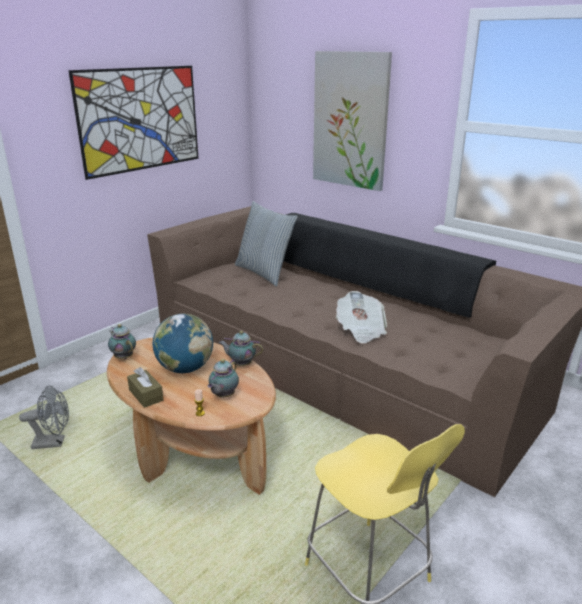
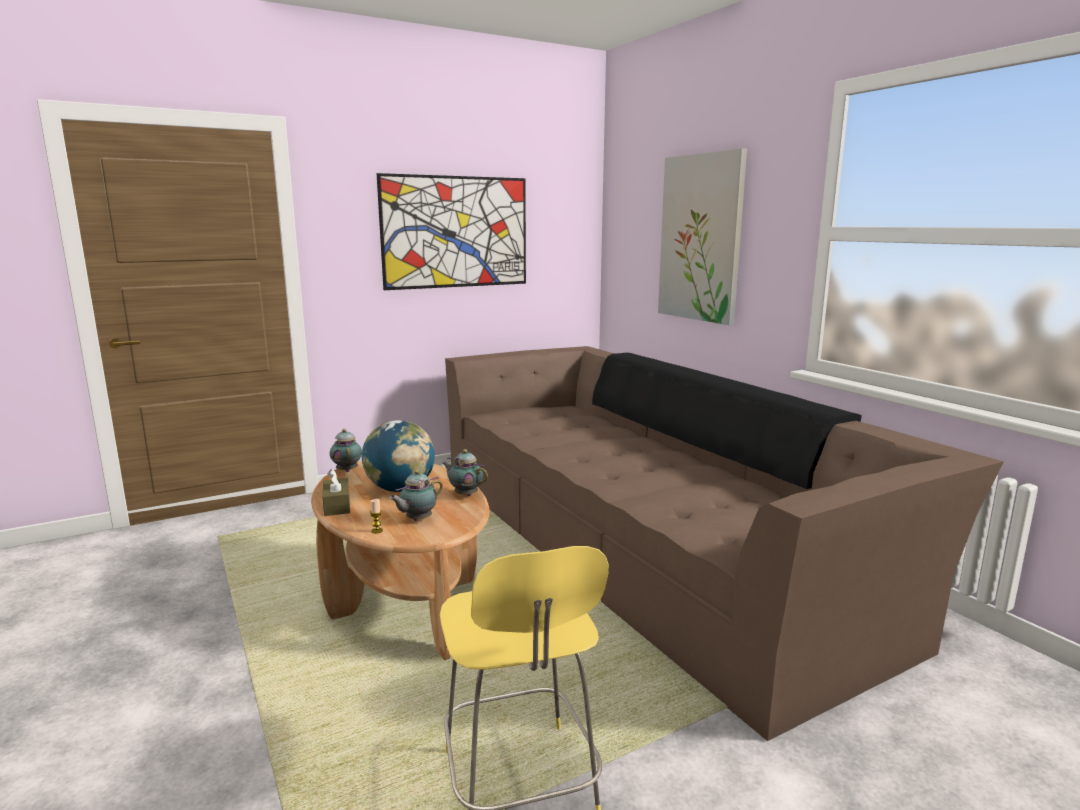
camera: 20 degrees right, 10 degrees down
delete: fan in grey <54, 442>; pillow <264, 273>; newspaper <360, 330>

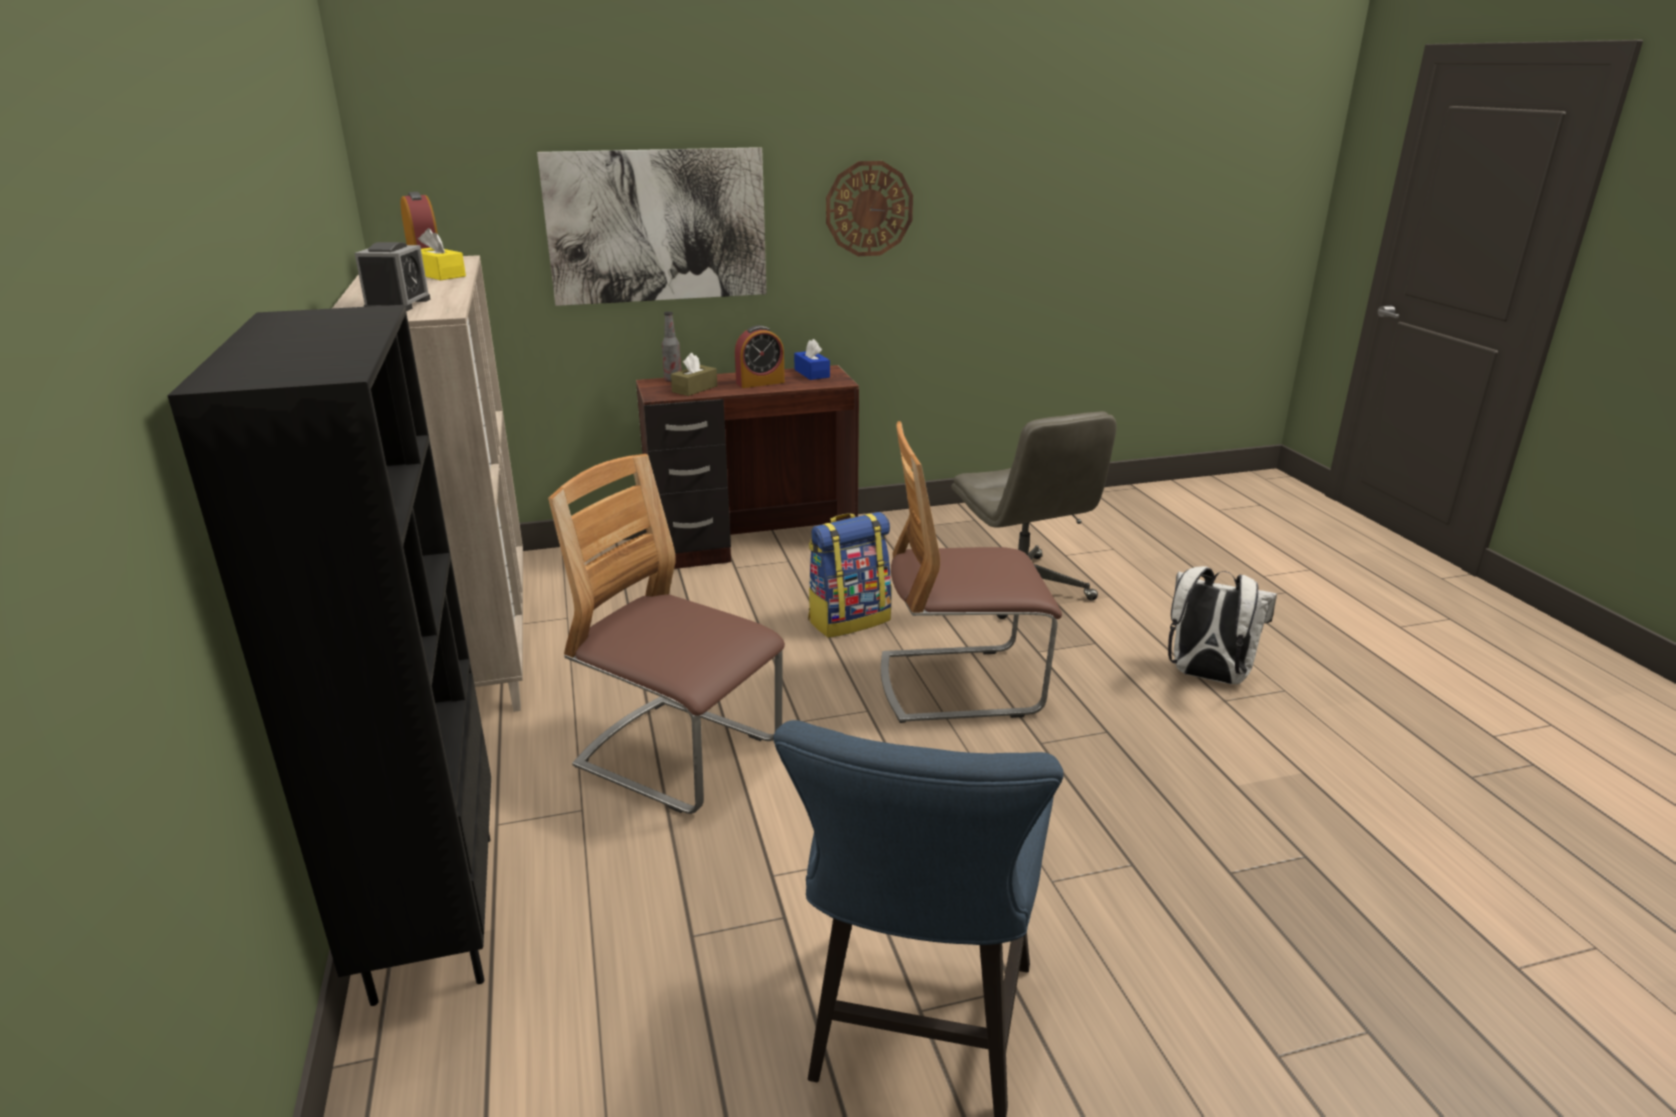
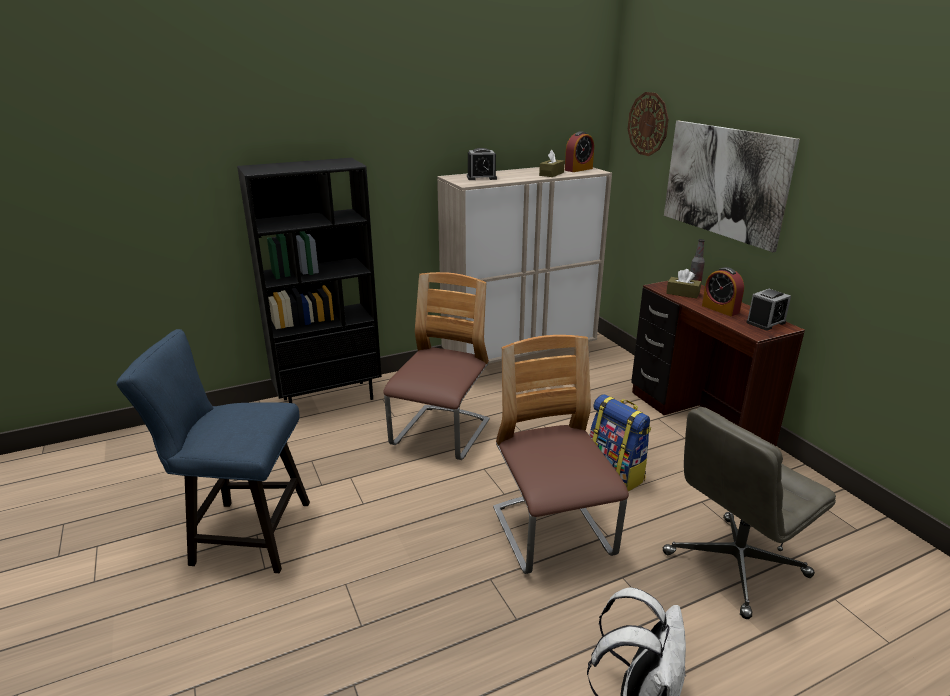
camera: 80 degrees right, 0 degrees up
move: wall clock <869, 209> to <648, 124>
replace: tissue box in blue <812, 373> to alarm clock <765, 322>
recolor: tissue box in yellow <439, 275> to tissue box in brown <551, 174>

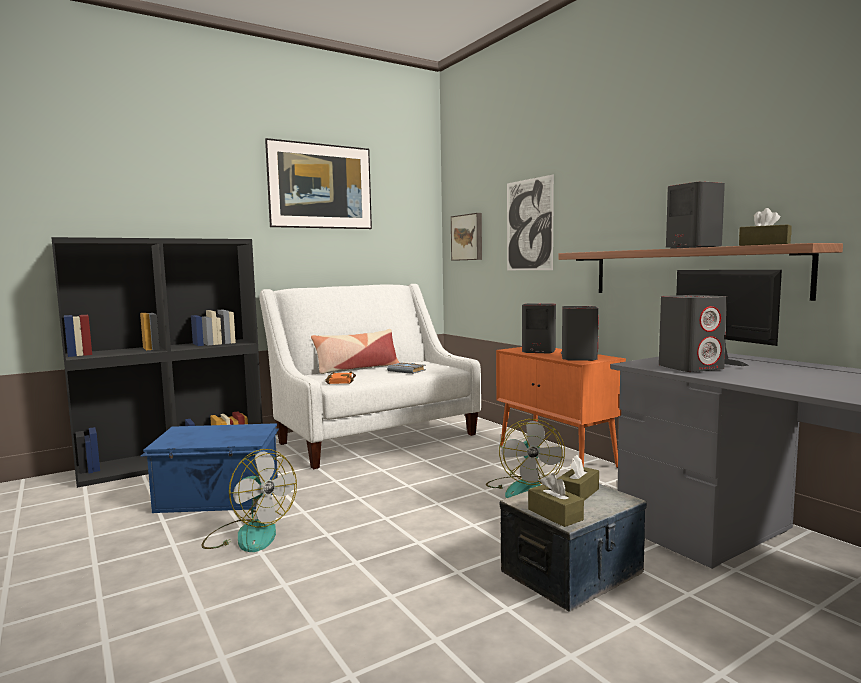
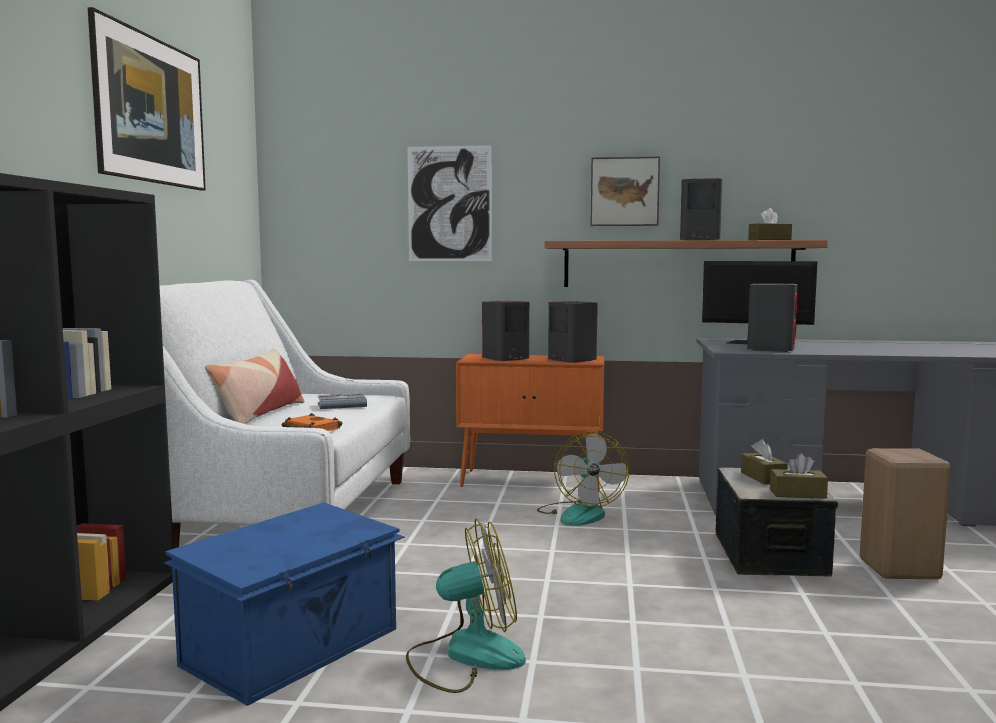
camera: 50 degrees left, 0 degrees up
insert: stool in beige <898, 570>
move: picture <468, 237> to <624, 192>
rotate: fan <522, 488> = <580, 513> 45 degrees clockwise

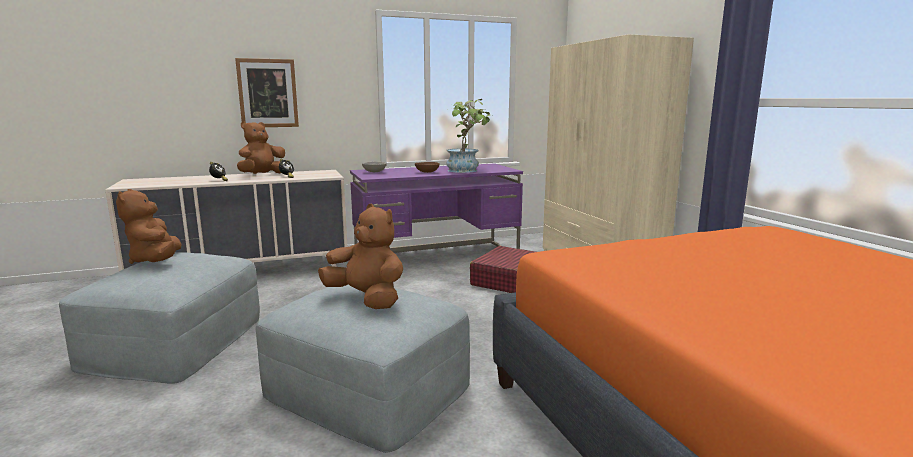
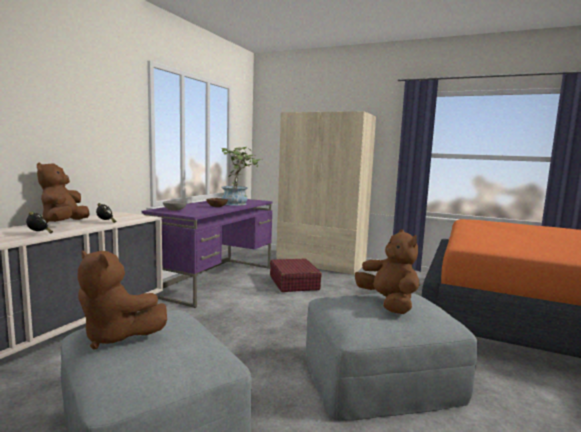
camera: 45 degrees left, 5 degrees down
delete: picture <268, 93>
rotate: plush toy in brown <367, 299> = <388, 303> 75 degrees clockwise

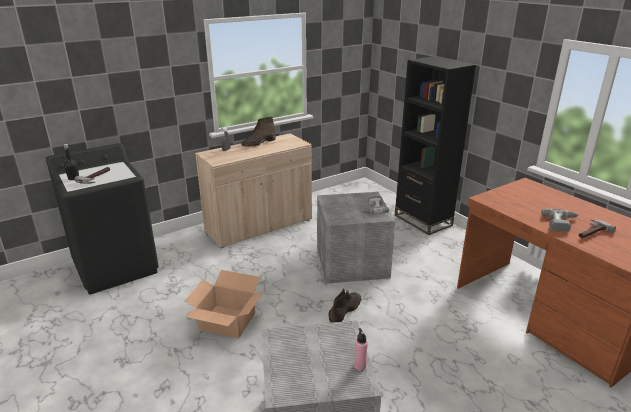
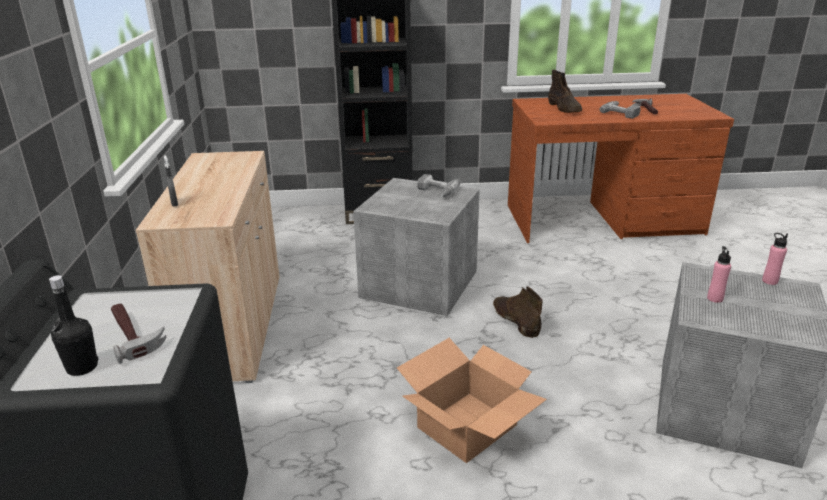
camera: 60 degrees left, 0 degrees up
insert: bottle in pink <715, 298>
move: boot in brown <258, 143> to <564, 108>

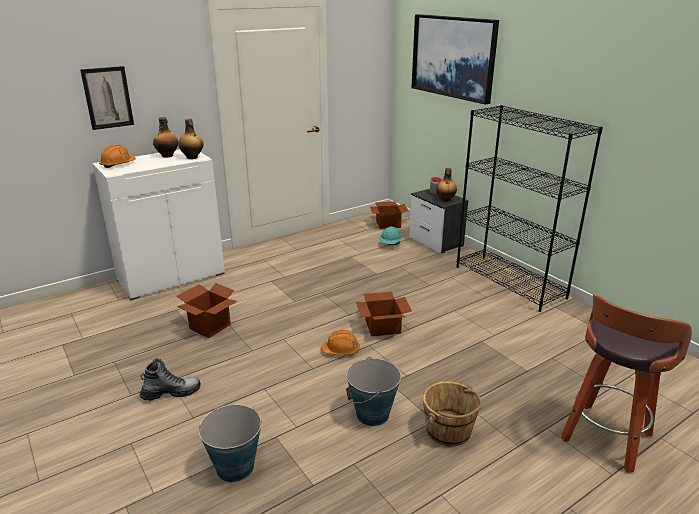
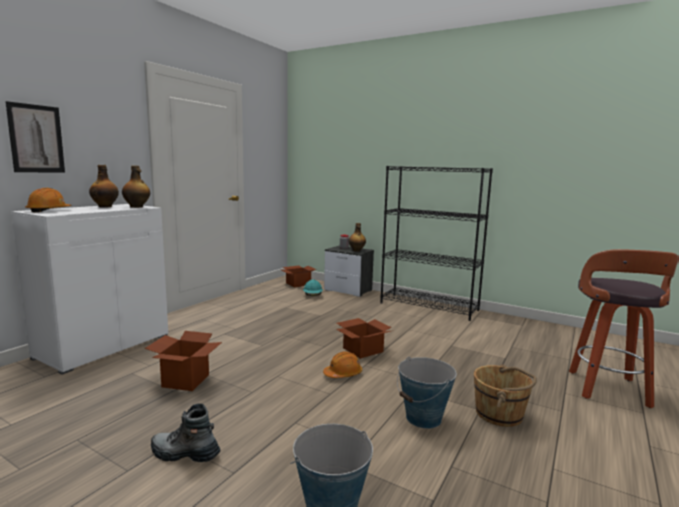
camera: 25 degrees left, 15 degrees down
delete: picture <453, 57>
rotate: boot <171, 393> = <184, 454> 120 degrees counterclockwise

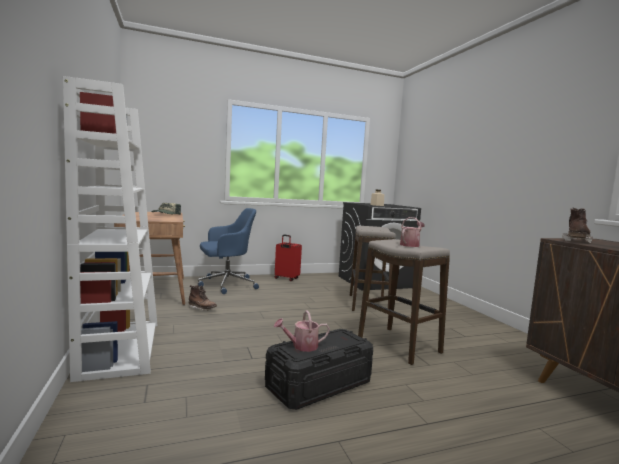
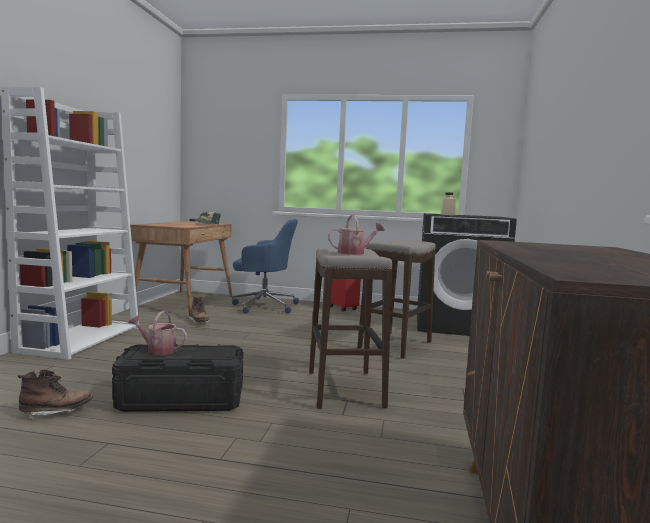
camera: 30 degrees right, 0 degrees up
move: boot in brown <576, 241> to <56, 412>

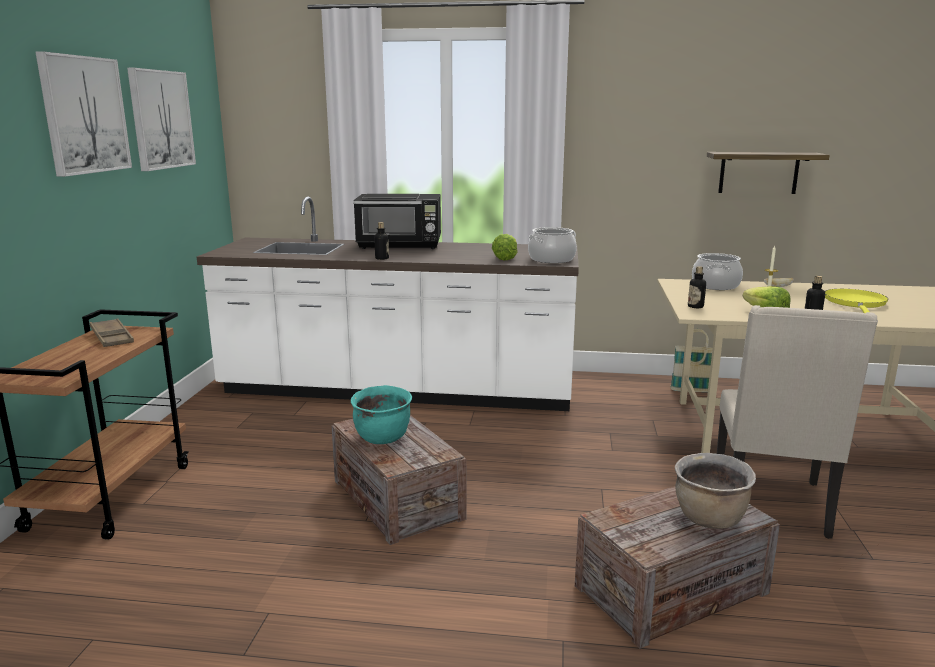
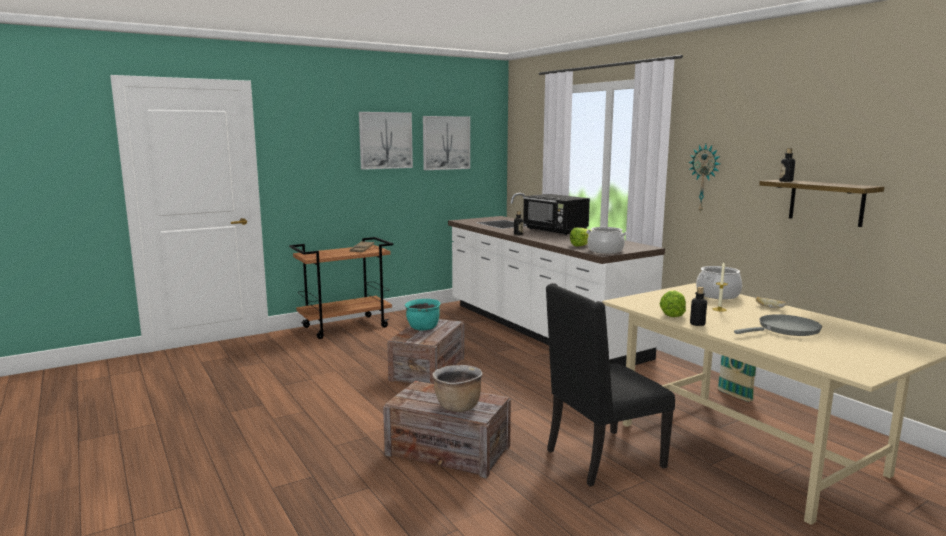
camera: 50 degrees right, 5 degrees down
insert: wall clock <704, 178>
move: bottle <695, 306> to <786, 181>
recolor: chair in beige <772, 505> to chair in black <602, 459>; frying pan in yellow <855, 303> to frying pan in grey <785, 329>

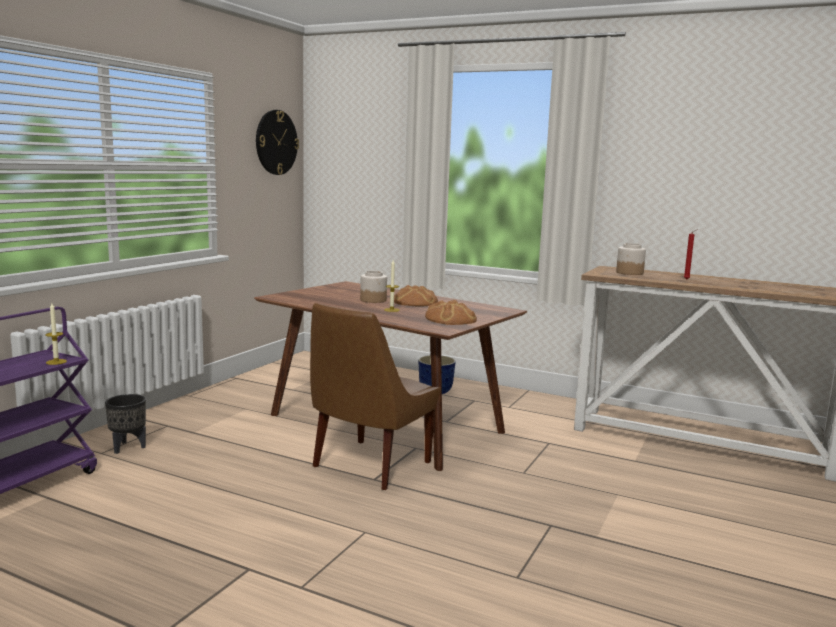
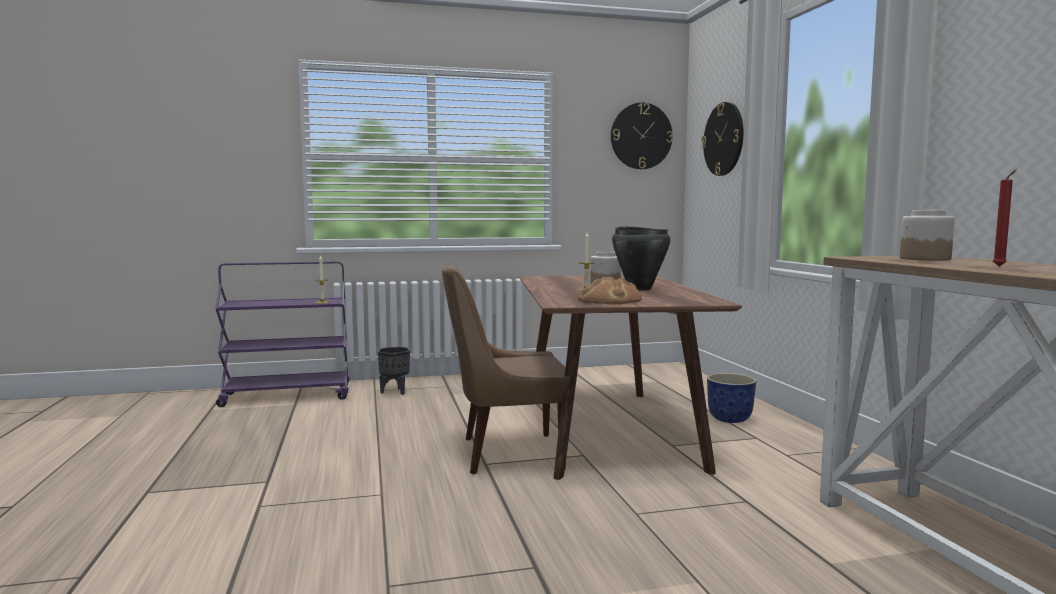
camera: 50 degrees right, 5 degrees down
insert: wall clock <723, 139>
replace: bread <415, 302> to cooking pot in black <639, 289>

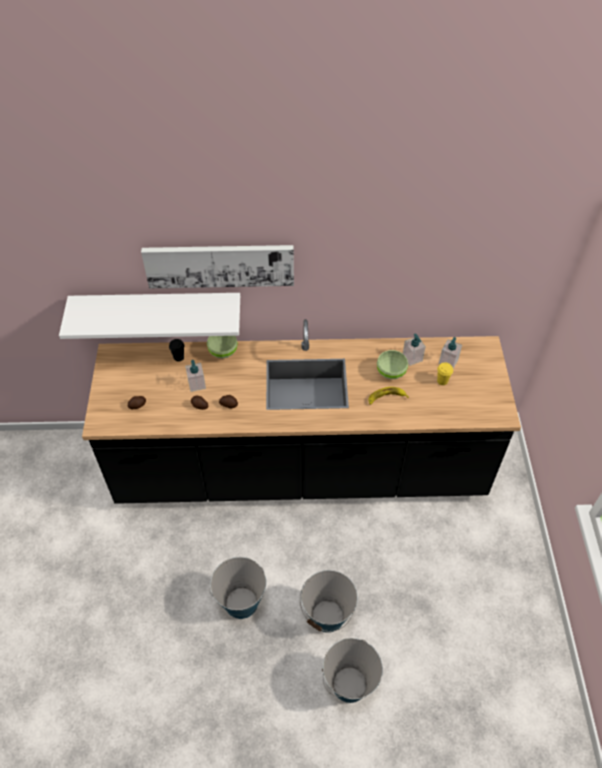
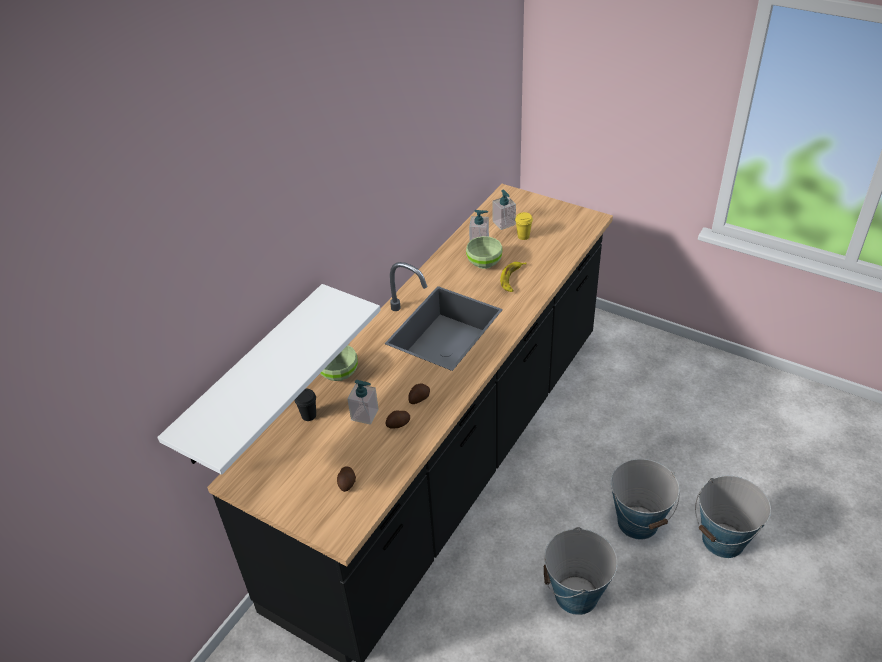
camera: 55 degrees left, 10 degrees down
delete: picture <219, 264>

